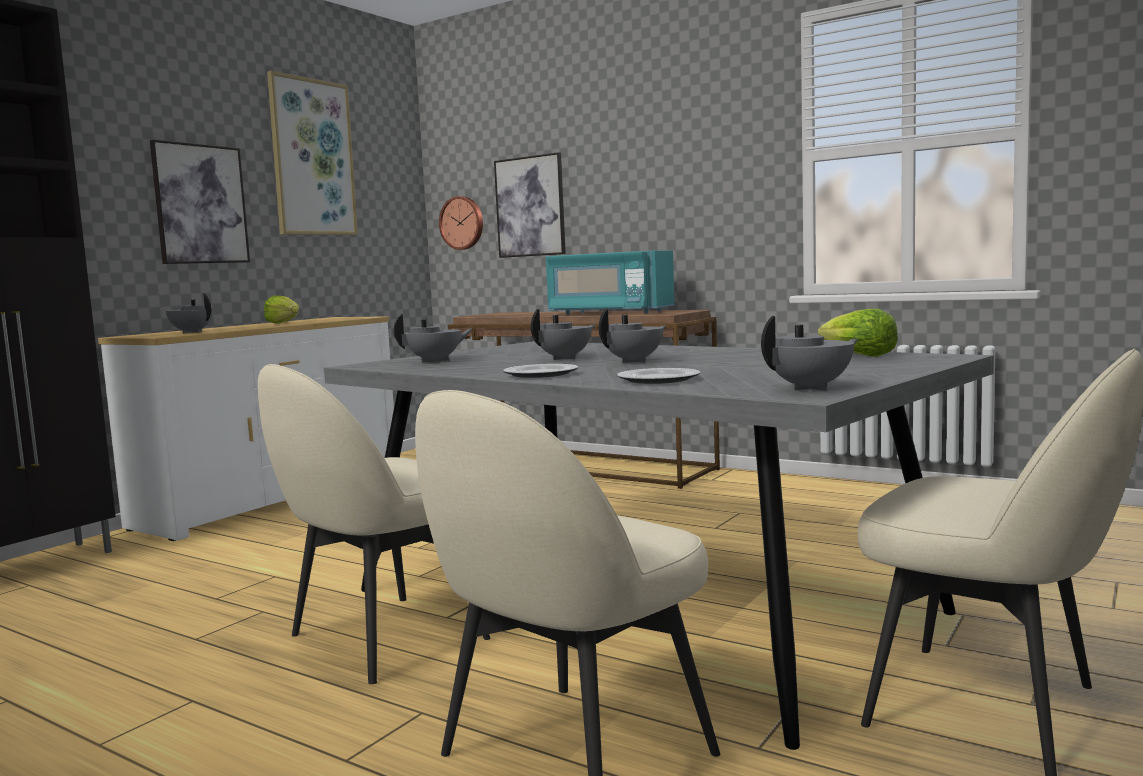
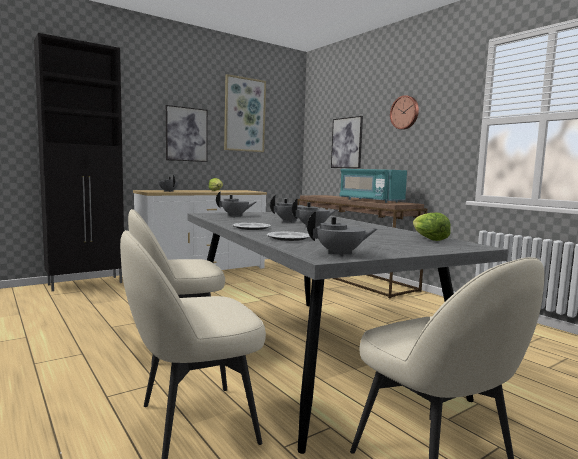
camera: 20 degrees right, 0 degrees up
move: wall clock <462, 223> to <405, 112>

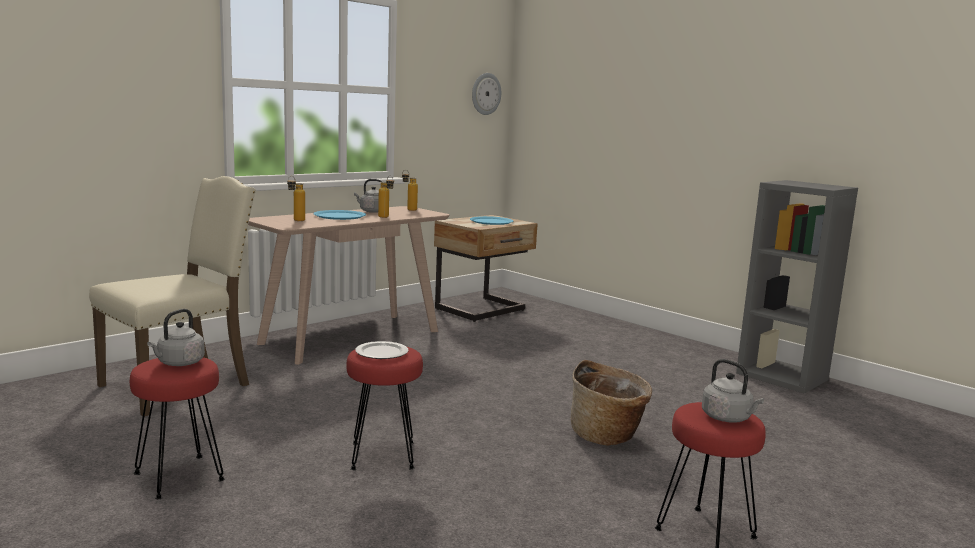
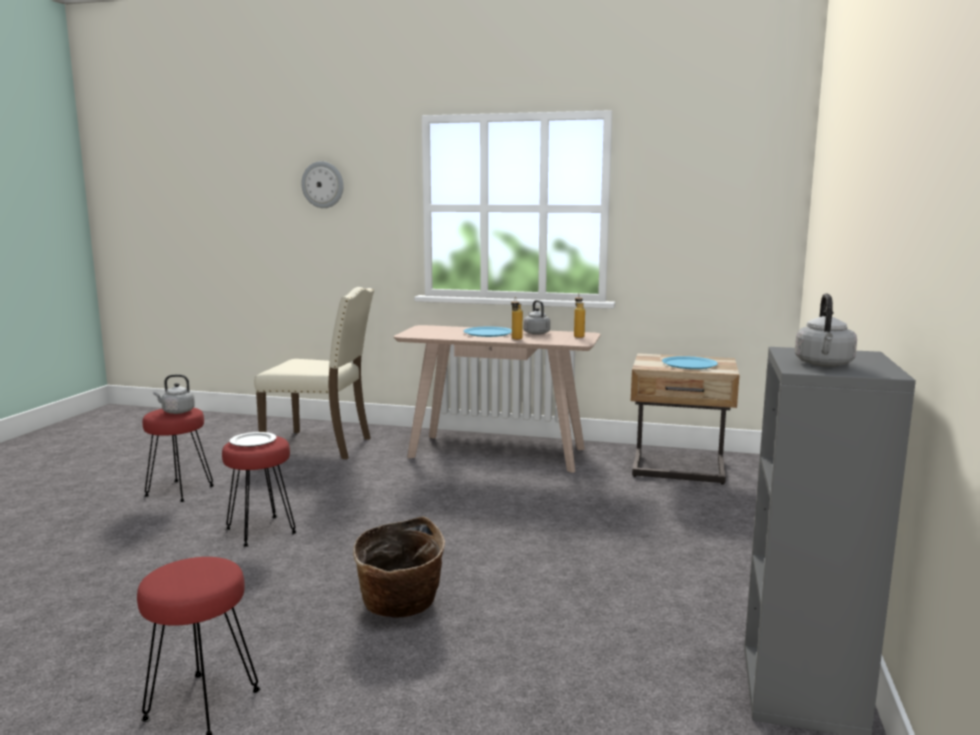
camera: 60 degrees right, 0 degrees up
delete: bottle <296, 221>
move: wall clock <485, 94> to <323, 185>; kettle in grey <728, 418> to <824, 364>

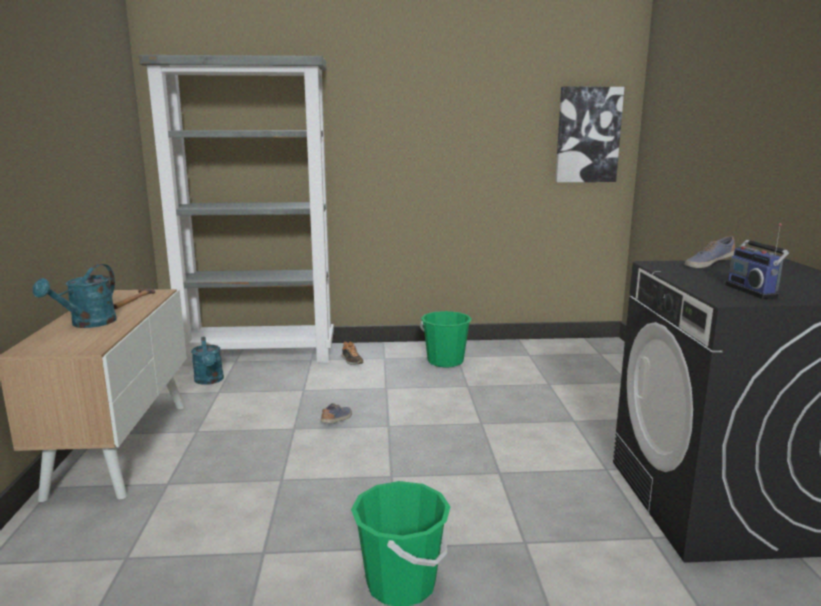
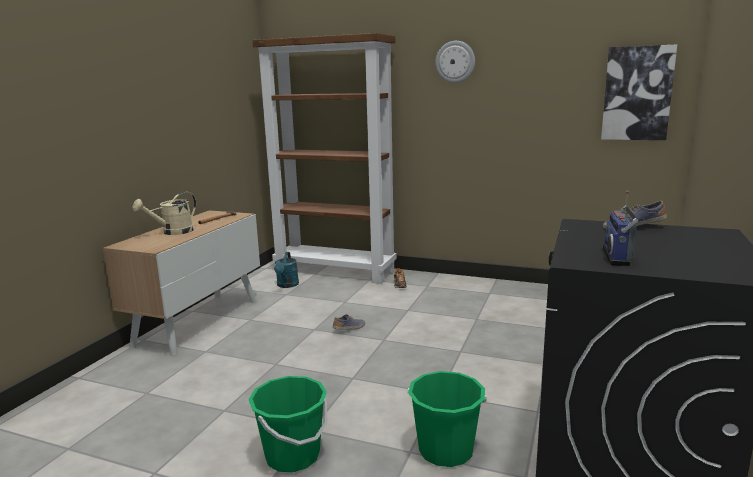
camera: 25 degrees right, 0 degrees up
insert: wall clock <455, 62>
move: bucket in green <445, 361> to <446, 450>
recolor: watering can in turquoise <88, 324> to watering can in beige <172, 232>; bookcase in grey <260, 355> to bookcase in brown <336, 271>

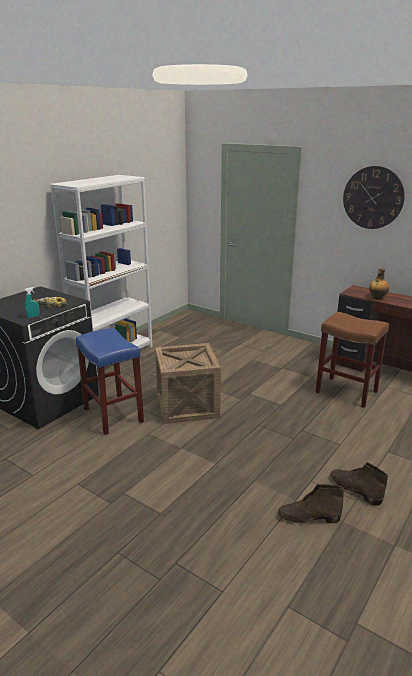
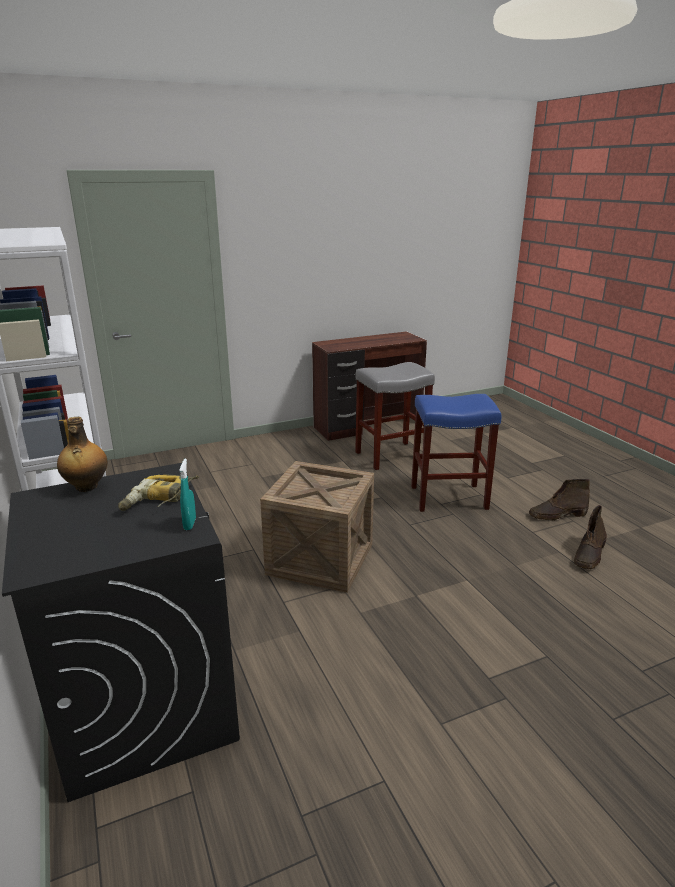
camera: 60 degrees left, 0 degrees up
delete: wall clock <373, 197>
move: stool in blue <114, 415> to <449, 497>; bottle <377, 298> to <86, 487>
recolor: stool in brown <345, 391> to stool in grey <390, 456>

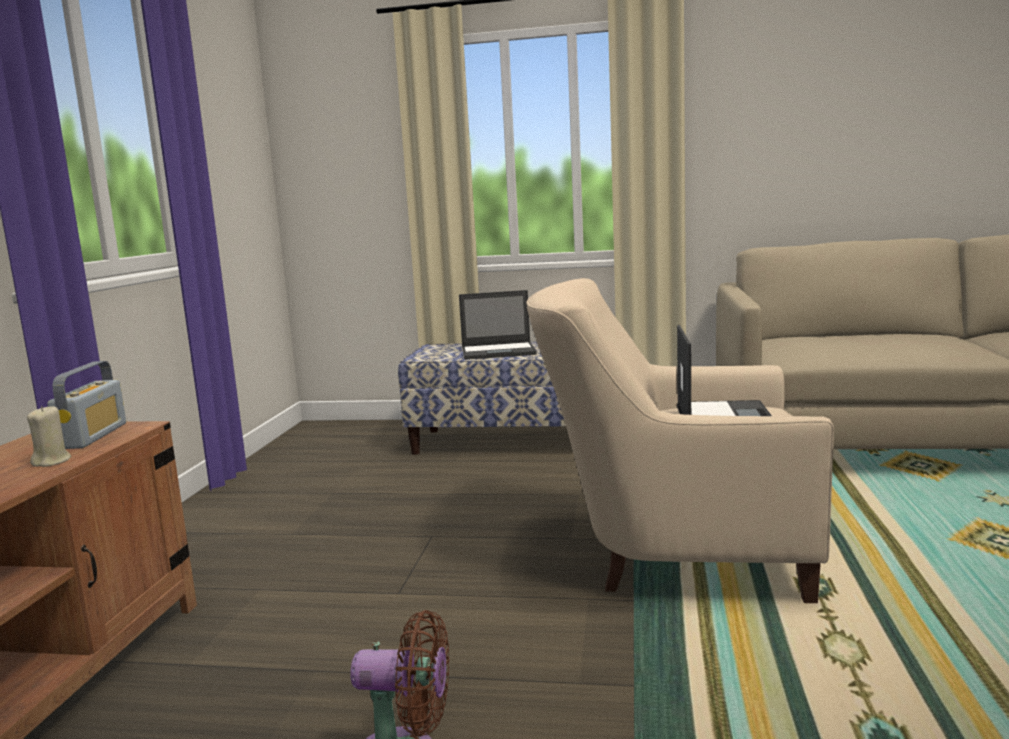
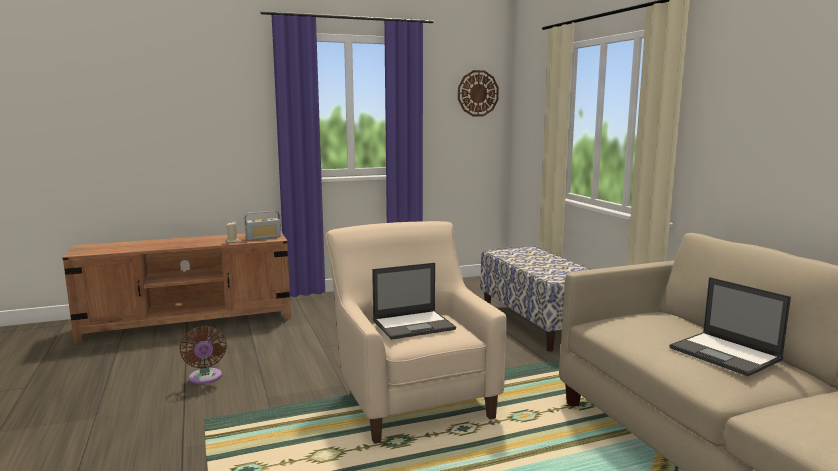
camera: 60 degrees right, 0 degrees up
insert: wall clock <478, 93>
move: laptop <499, 351> to <726, 354>

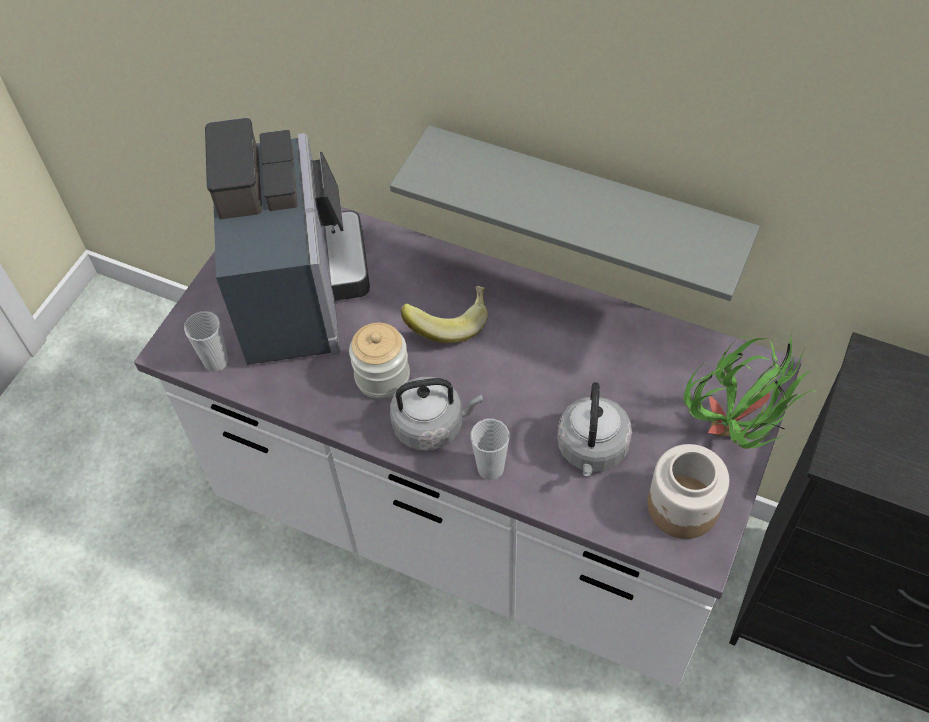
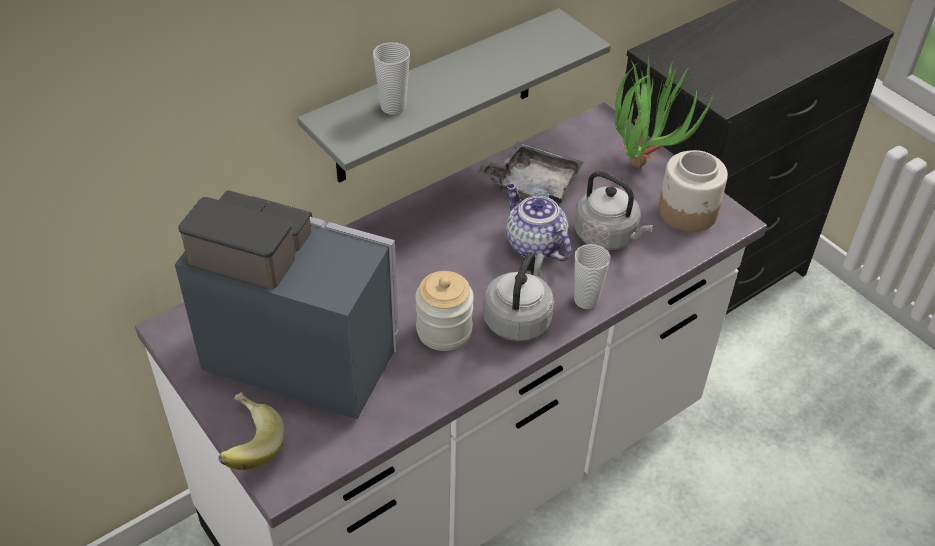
camera: 65 degrees left, 10 degrees down
insert: tray in grey <532, 184>; teapot <533, 244>
move: cup <216, 362> to <393, 107>; banana <448, 322> to <246, 446>

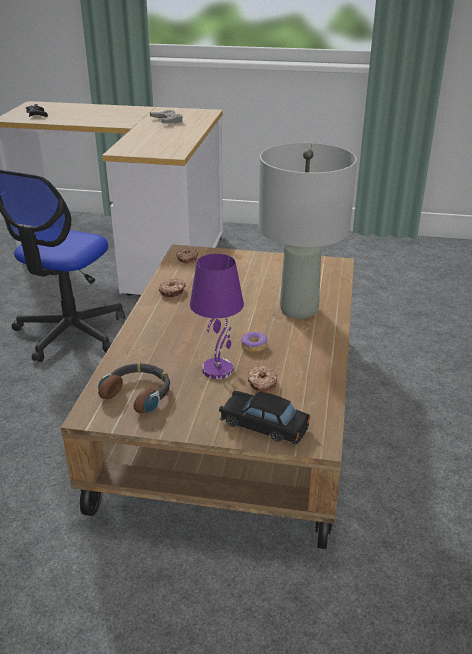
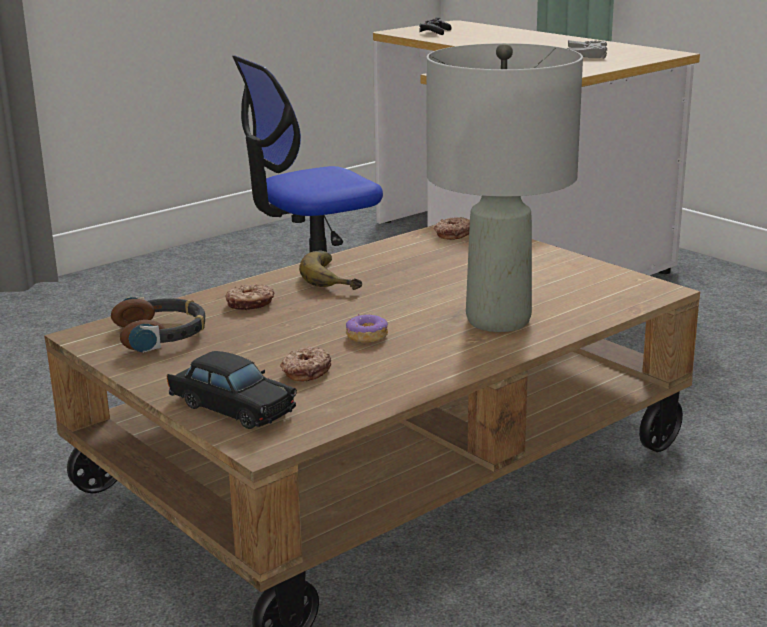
camera: 40 degrees right, 10 degrees down
delete: table lamp in purple <218, 369>
insert: banana <336, 277>
move: donut <173, 291> to <250, 304>
rotate: toy car in black <263, 425> = <232, 407> 150 degrees clockwise

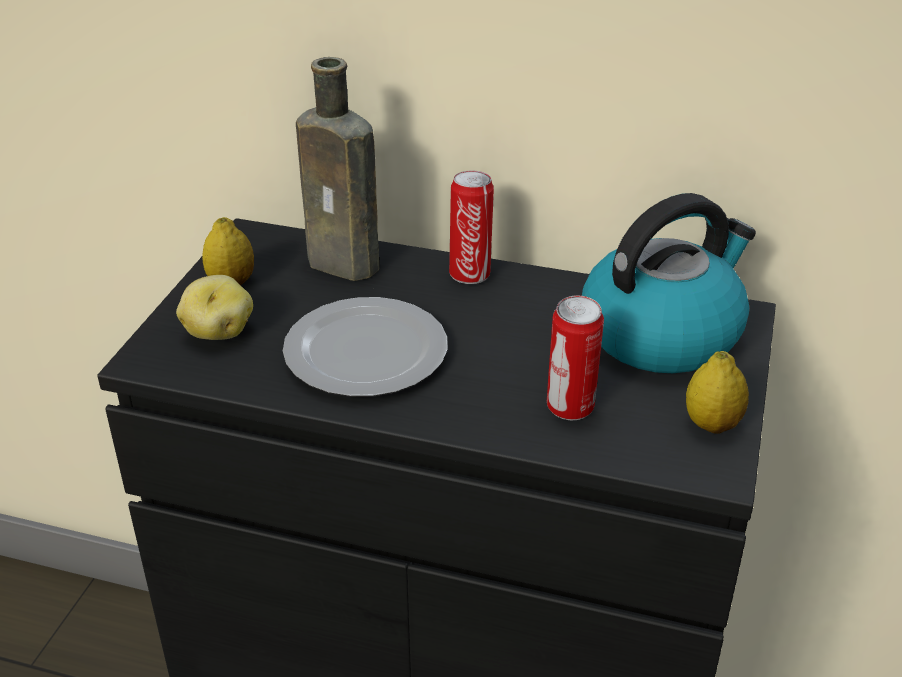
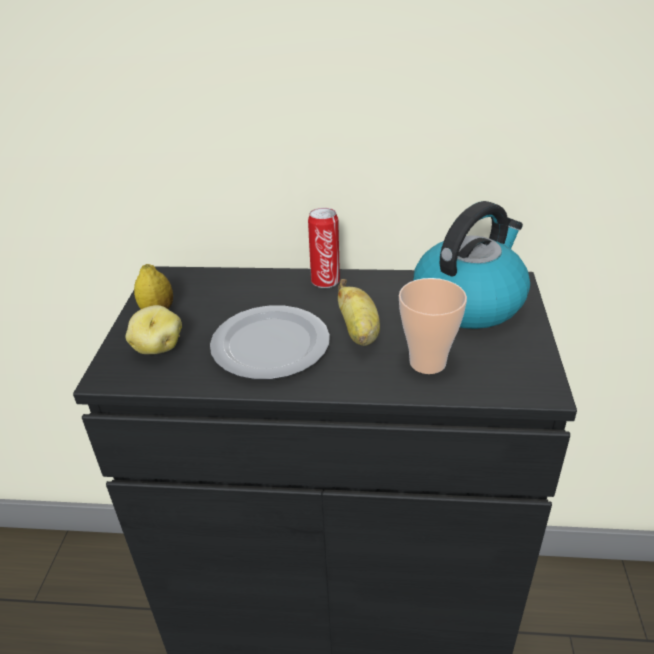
camera: 10 degrees left, 0 degrees up
delete: bottle in brown <348, 265>; lemon <712, 424>
insert: banana <359, 332>
replace: can <570, 408> to cup <427, 362>

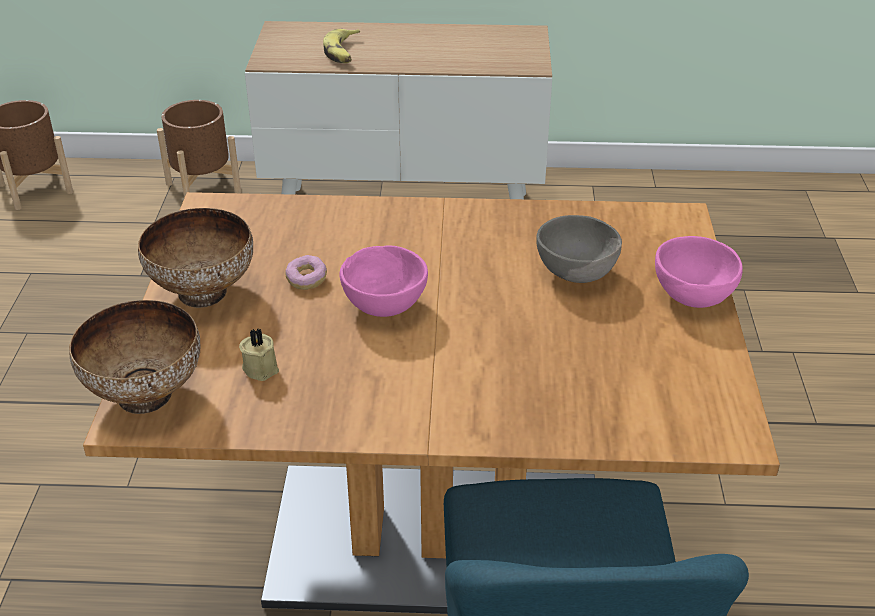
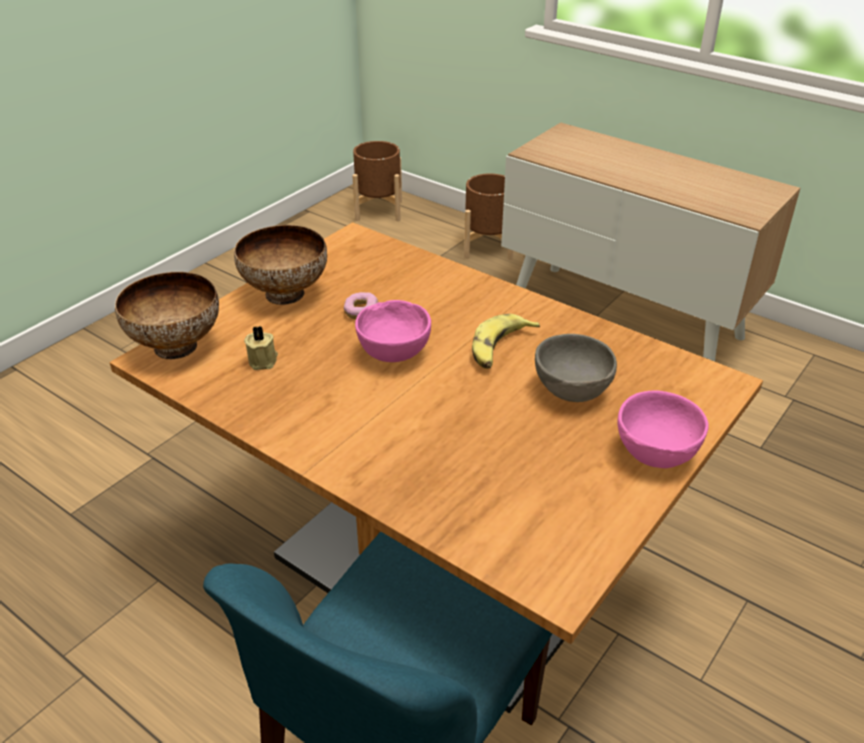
camera: 35 degrees right, 0 degrees up
move: banana <343, 52> to <500, 349>

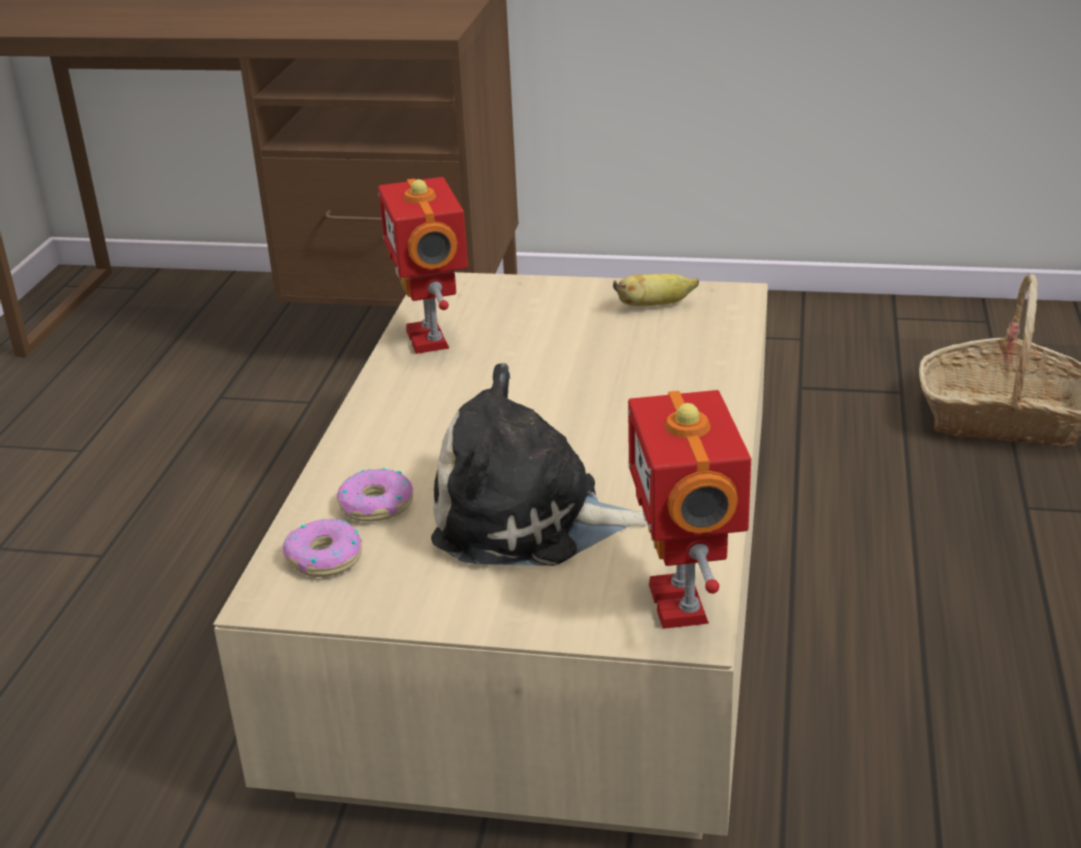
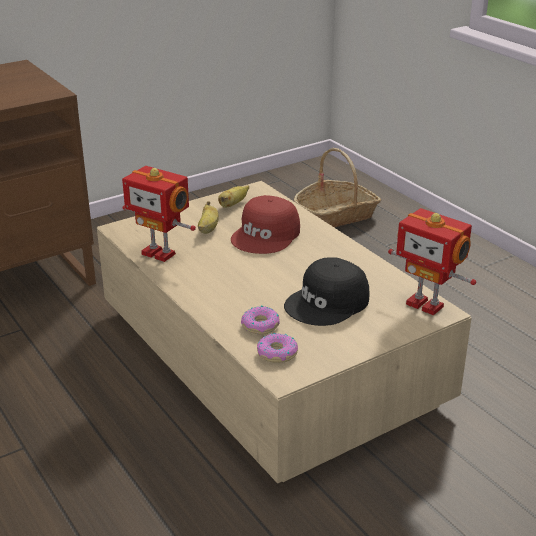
camera: 45 degrees left, 0 degrees up
insert: banana <208, 229>; cap in red <267, 235>
replace: plush toy <529, 520> to cap in black <328, 303>

